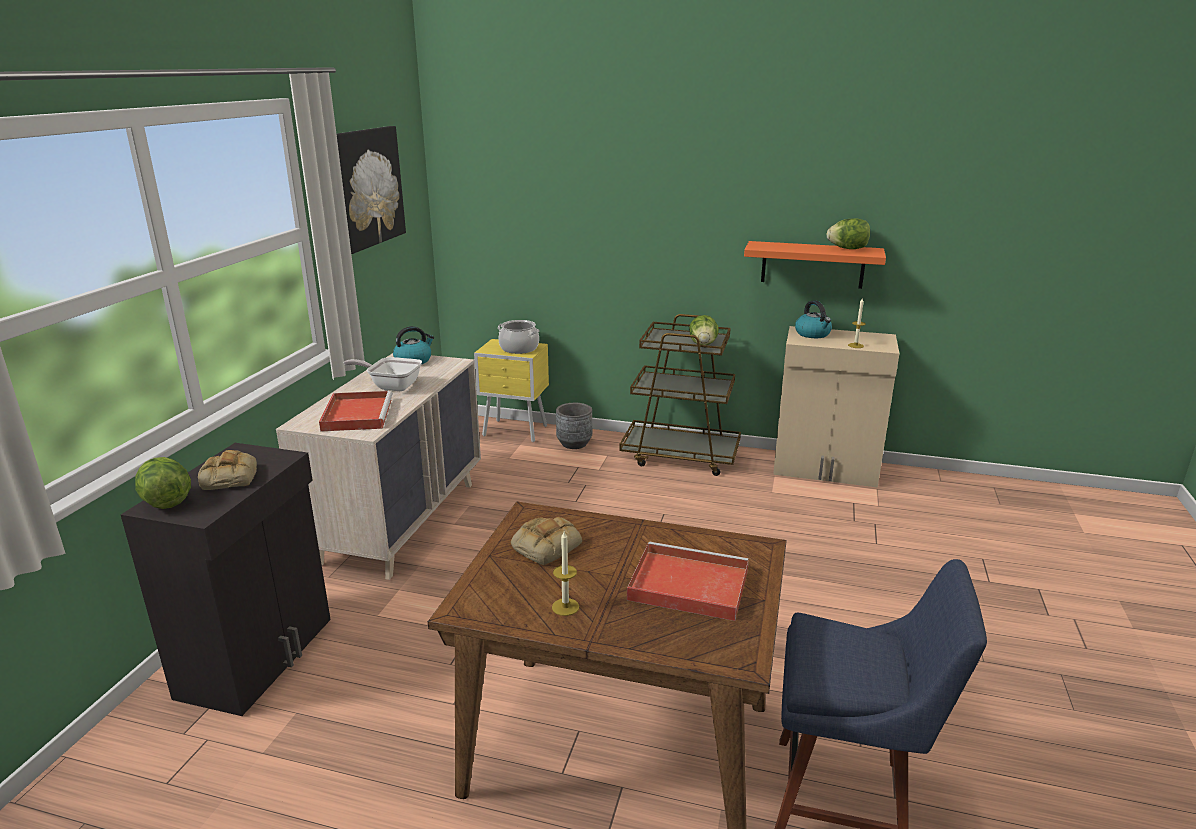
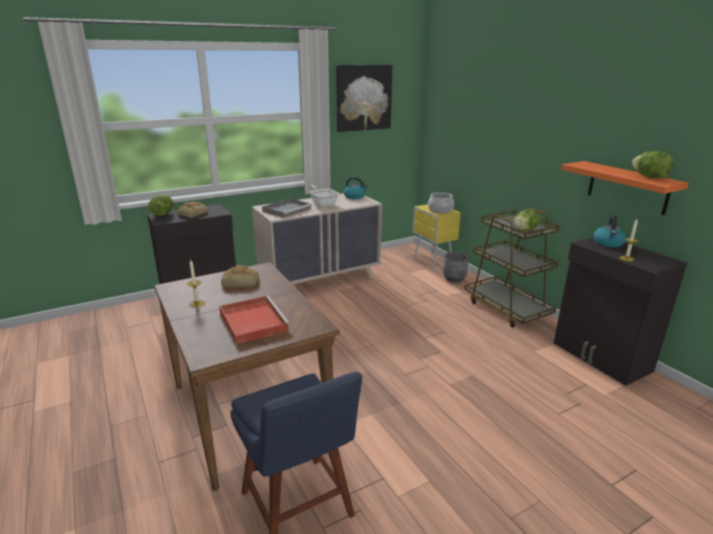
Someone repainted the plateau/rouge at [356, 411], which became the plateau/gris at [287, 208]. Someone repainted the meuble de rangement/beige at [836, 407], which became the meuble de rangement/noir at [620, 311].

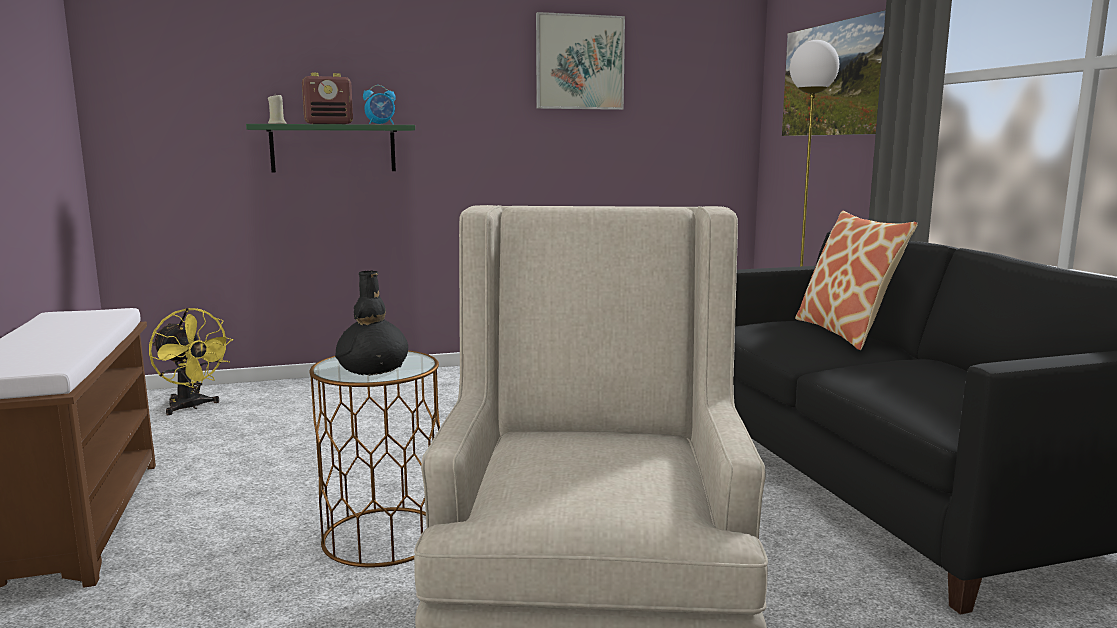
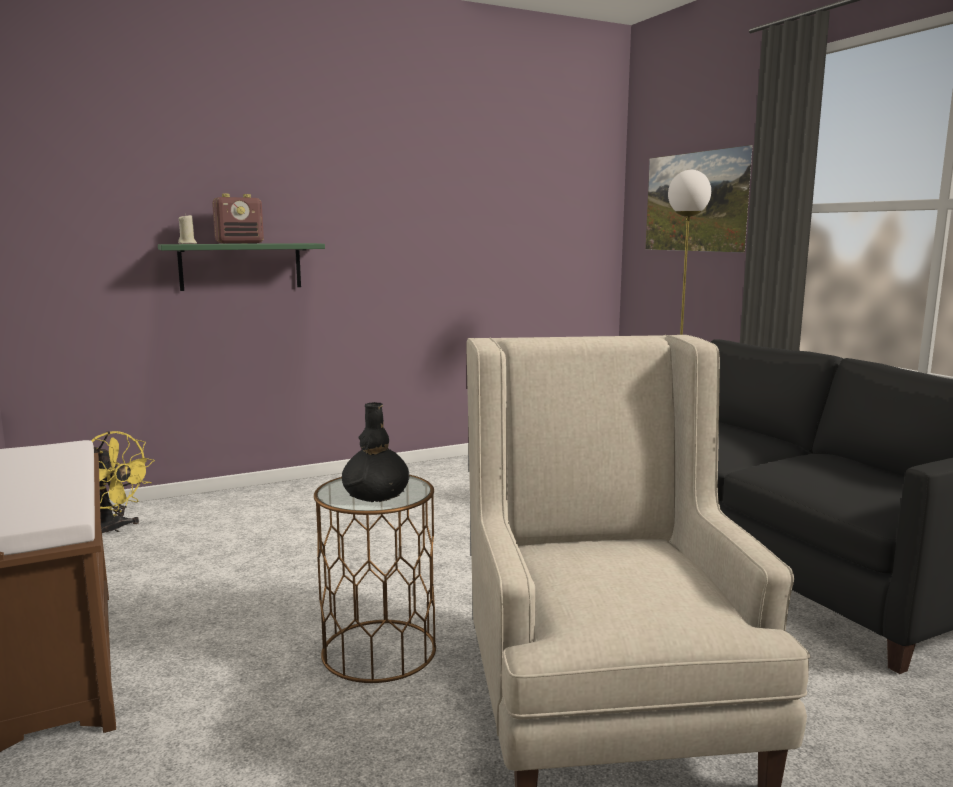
Someone took away the réveil at [379, 104]. Someone took away the tableau at [580, 61]. Someone took away the coussin at [856, 280].

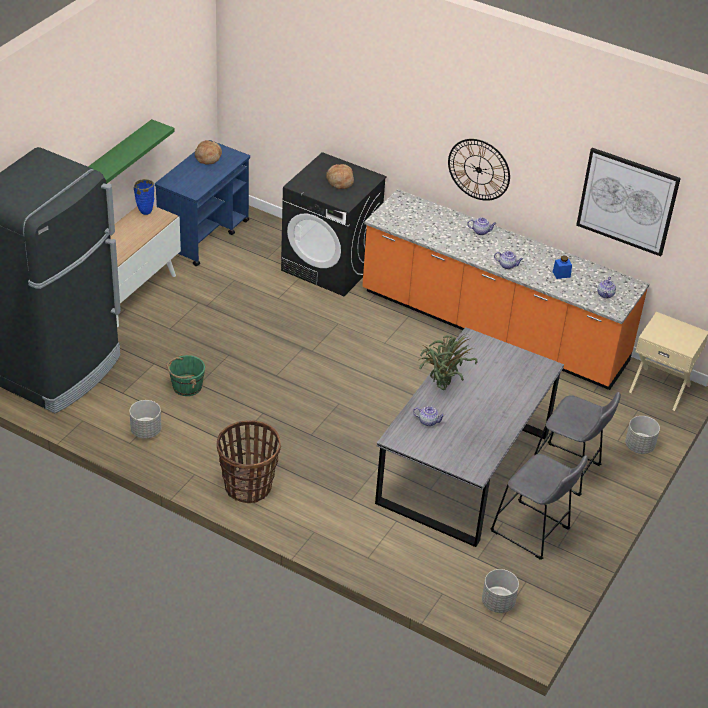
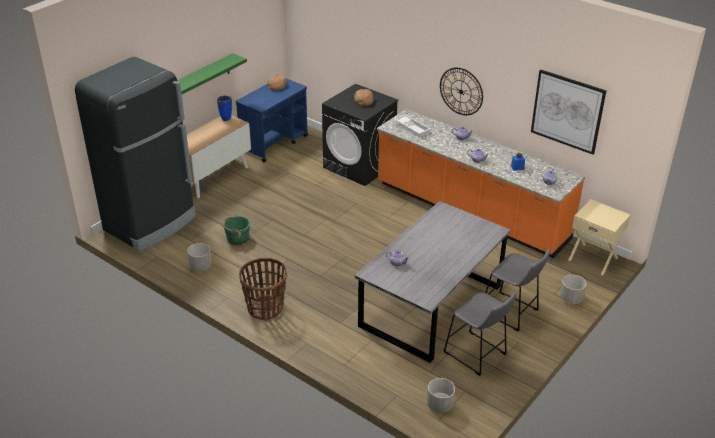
Someone put down the plateau/blanc at [412, 126]. Someone took away the plante en pot at [448, 362].

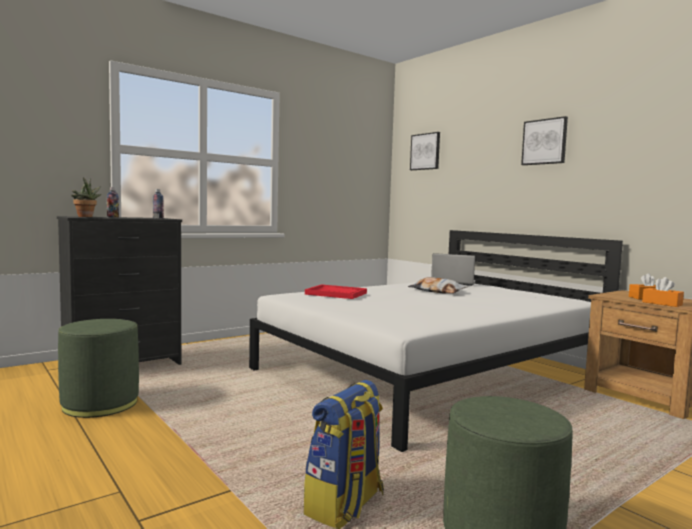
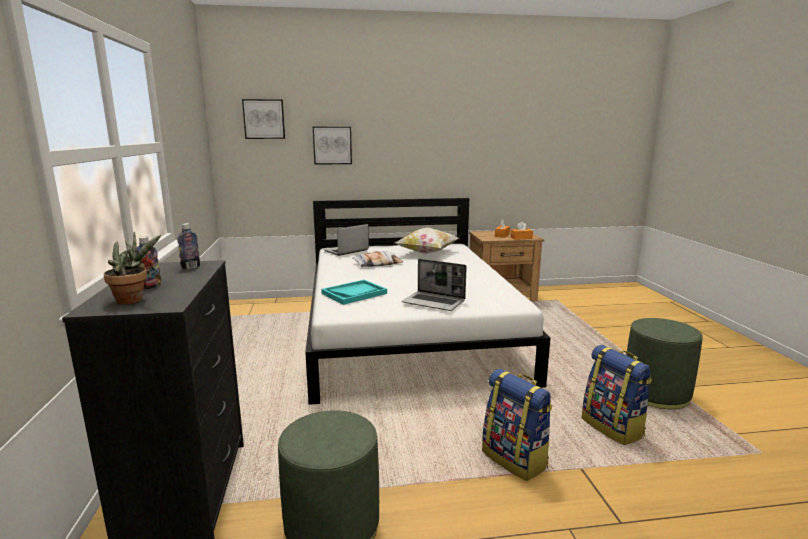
Someone carried the tableau from [544, 140] to [332, 146]. Someone repainted the plateau/rouge at [336, 291], which became the plateau/turquoise at [354, 292]. Someone put down the coussin at [427, 241]. Someone put down the ordinateur portable at [434, 285]. Someone put down the sac à dos at [517, 425].

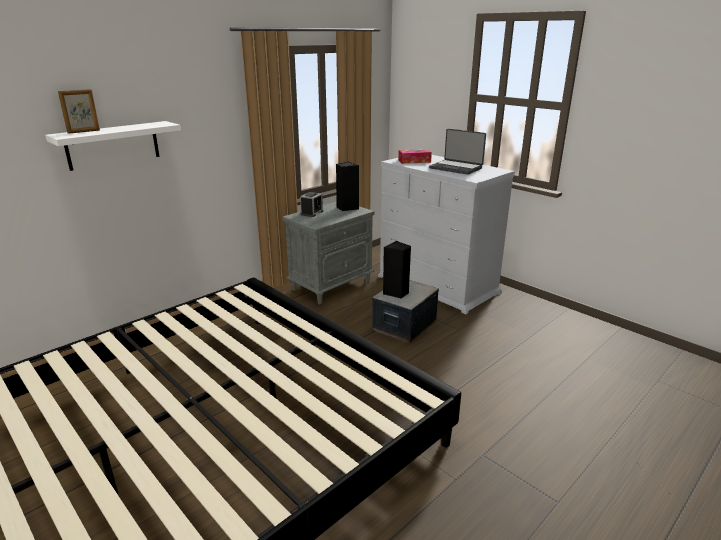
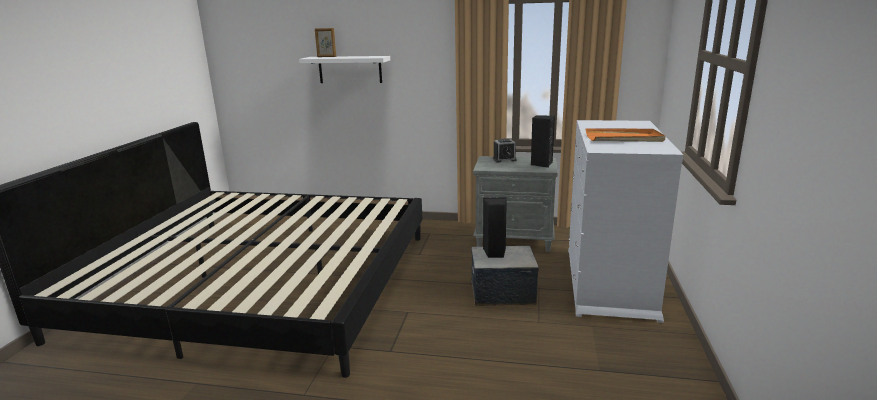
Someone swapped the ordinateur portable at [457, 152] for the plateau/orange at [626, 135]. Someone took away the boîte à mouchoirs at [415, 156].

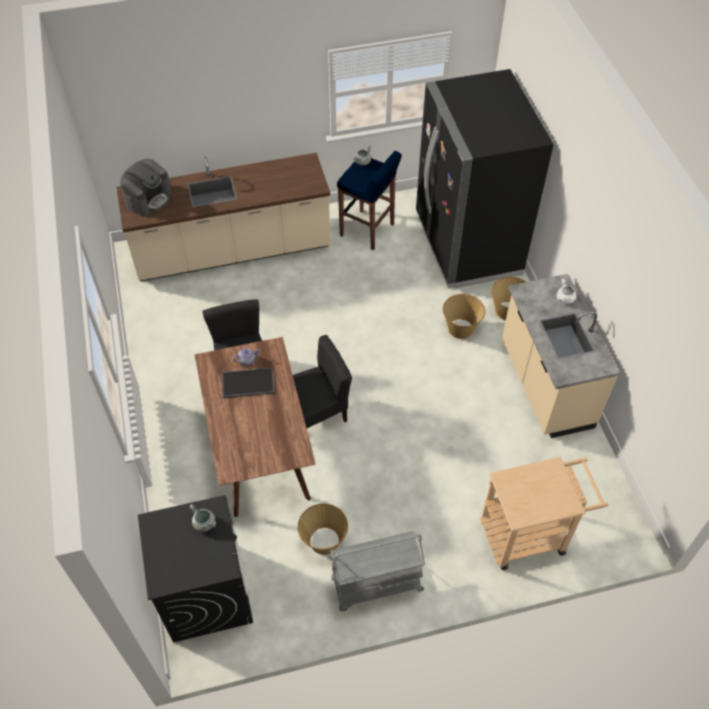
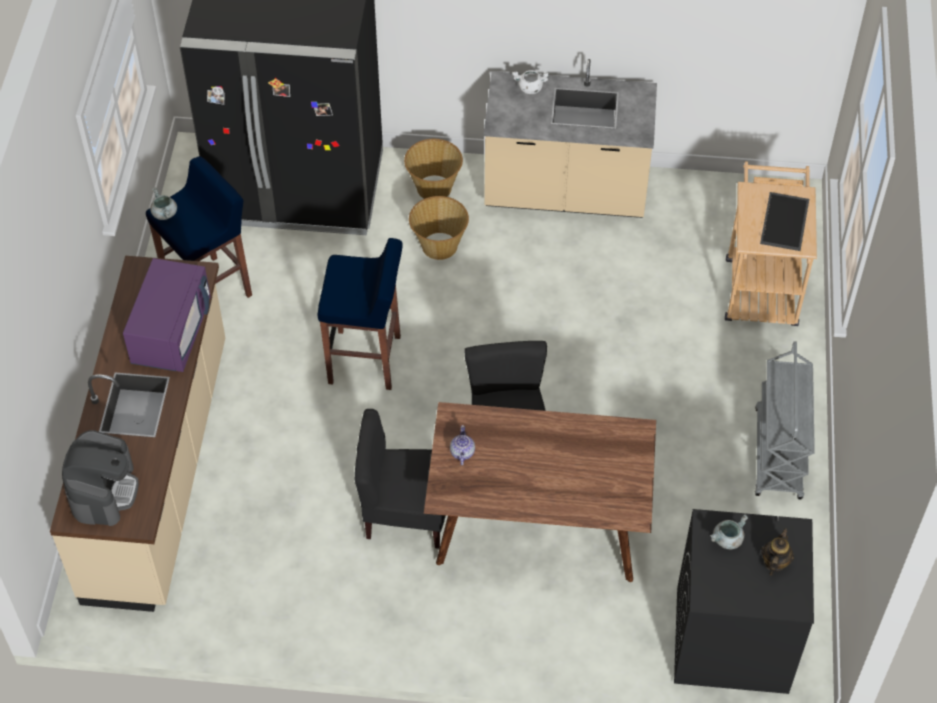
Someone rotated the machine à café at [146, 187] by 45 degrees clockwise. Someone put down the micro-ondes/violet at [167, 315]. Someone put down the tabouret/bleu at [360, 314]. Someone carried the plateau from [248, 383] to [784, 221]. Someone put down the théière at [777, 552]. Someone took away the panier at [323, 529].

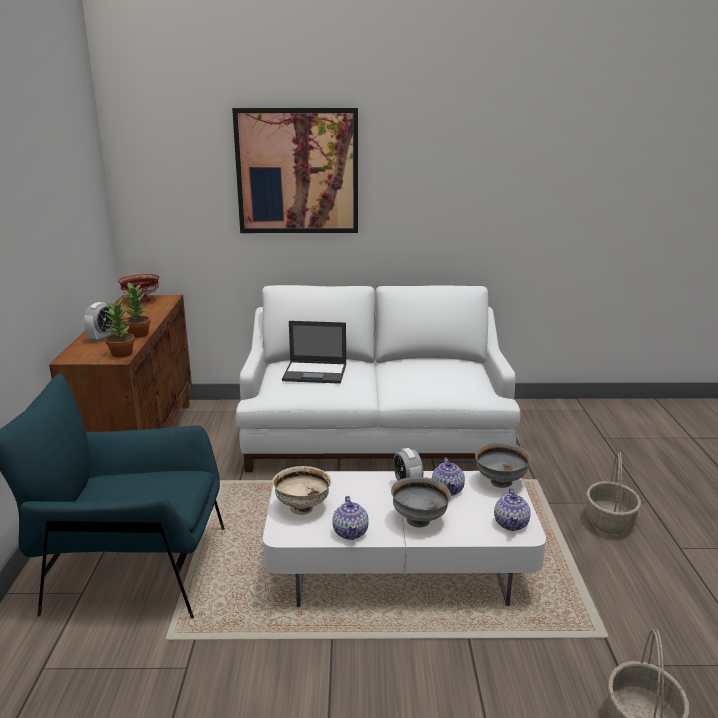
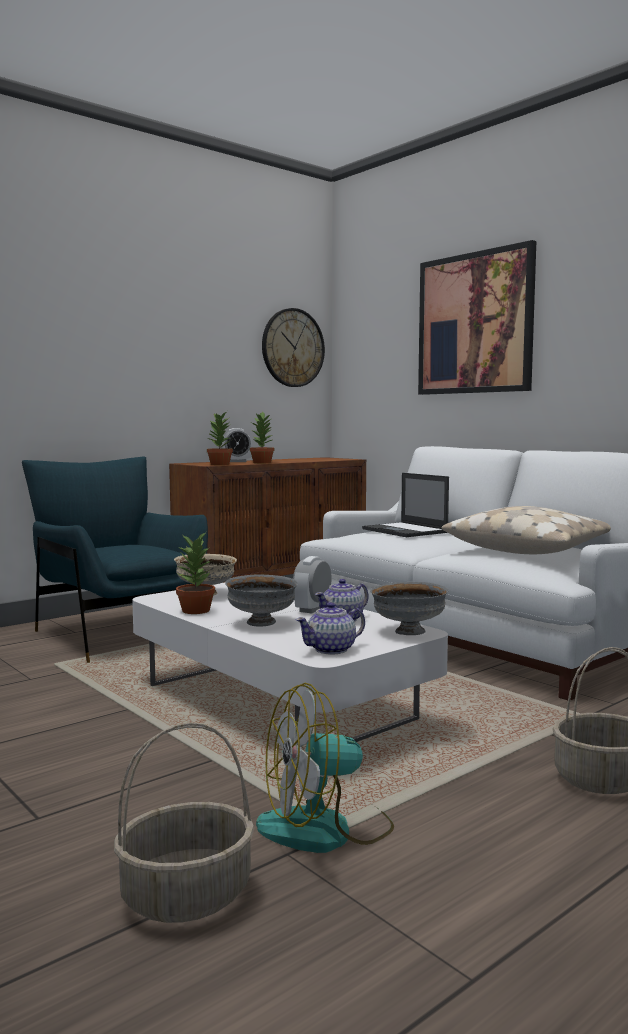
Someone swapped the théière at [350, 518] for the plante en pot at [195, 573]. Someone put down the ventilateur at [325, 768]. Someone put up the horloge murale at [293, 347]. Someone put down the coussin/beige at [526, 530]. Someone took away the bol/rouge at [138, 288].

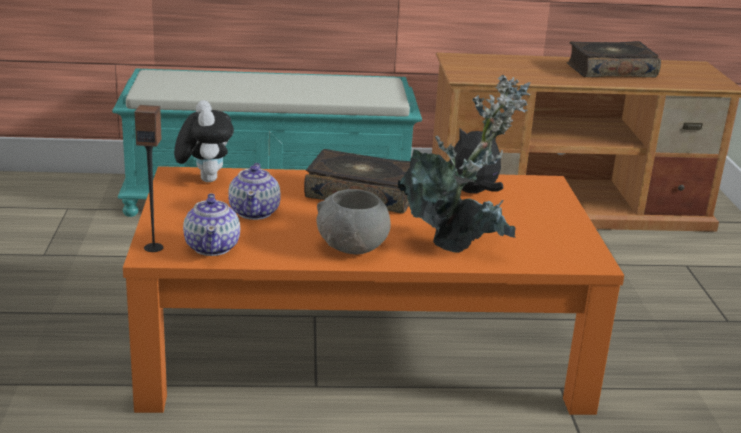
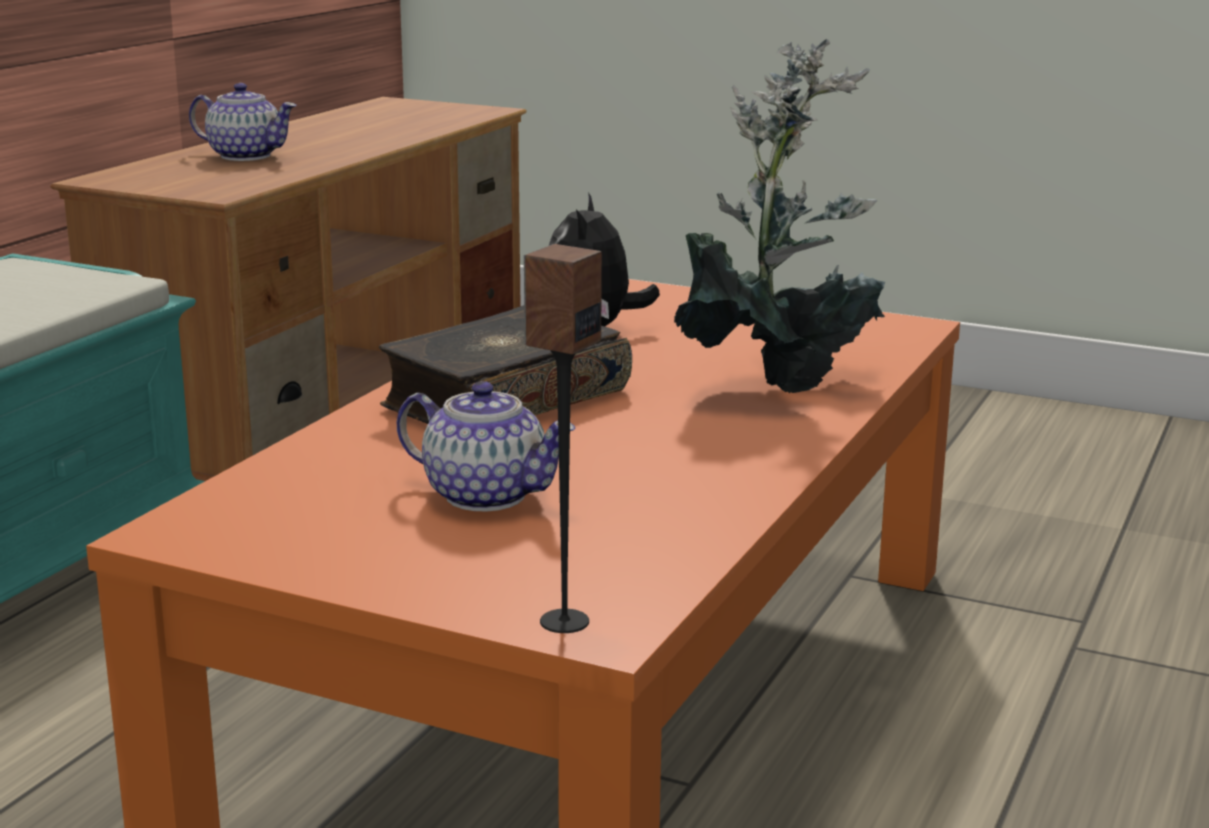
Someone carried the théière from [211, 224] to [243, 122]. Someone took away the peluche at [204, 141]. Someone took away the bol/gris at [353, 221]. Someone took away the livre at [613, 59].

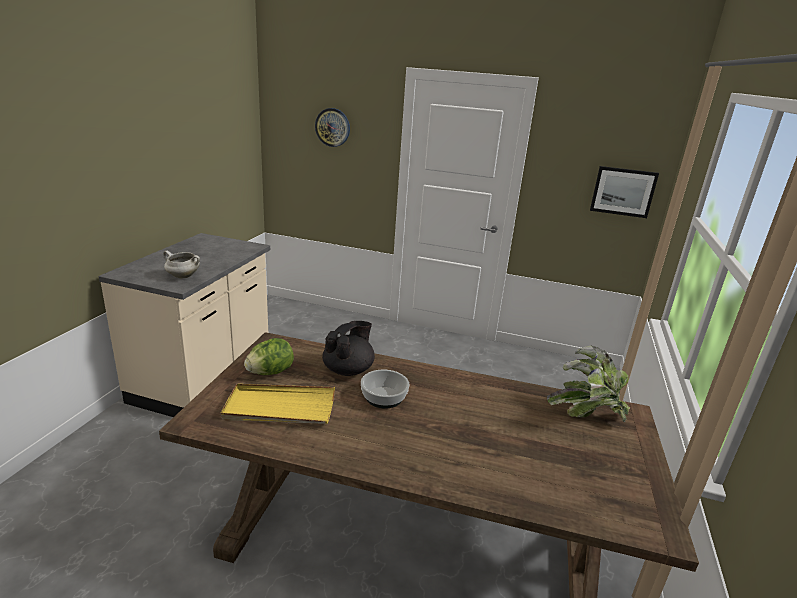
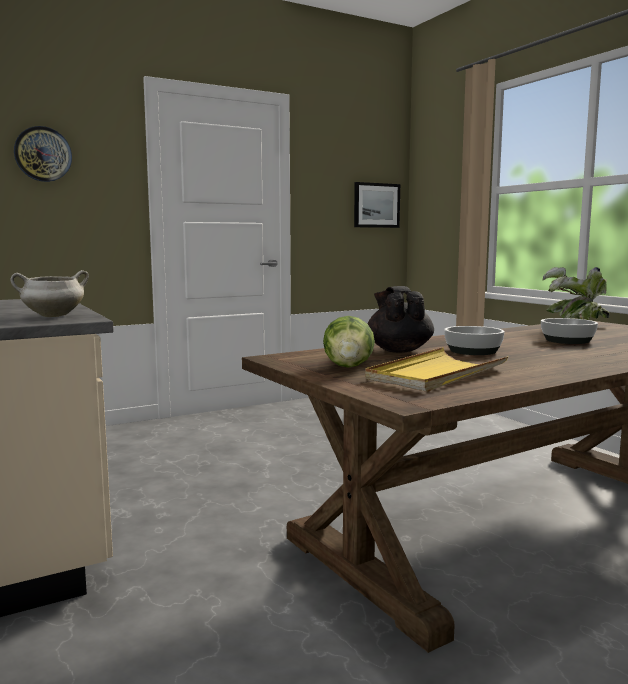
Someone put down the bol at [569, 331].

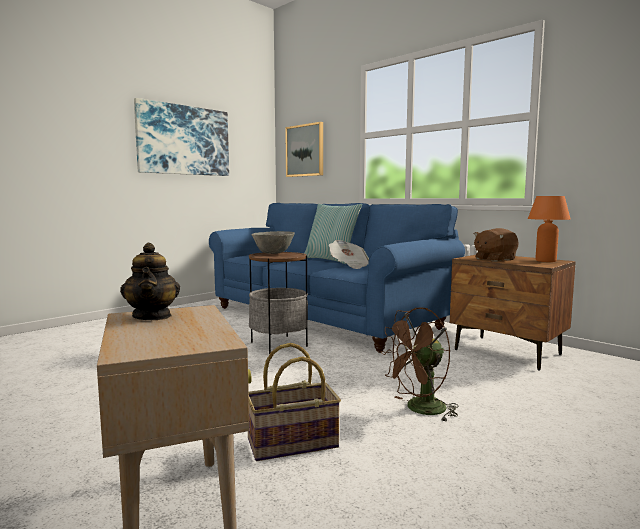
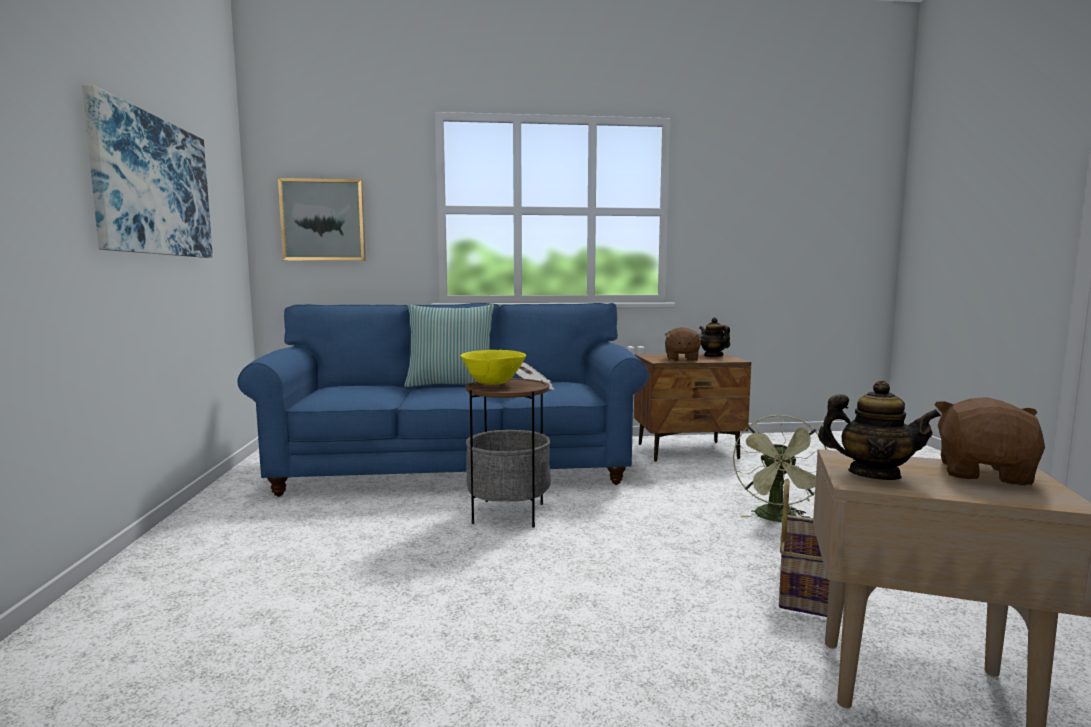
Someone repainted the bol/gris at [273, 242], which became the bol/jaune at [493, 367]. Someone swapped the lampe de table/orange at [549, 229] for the théière at [714, 337]. Someone repainted the ventilateur/marron at [419, 364], which became the ventilateur/vert at [780, 468]. Someone put down the peluche/marron at [989, 441].

